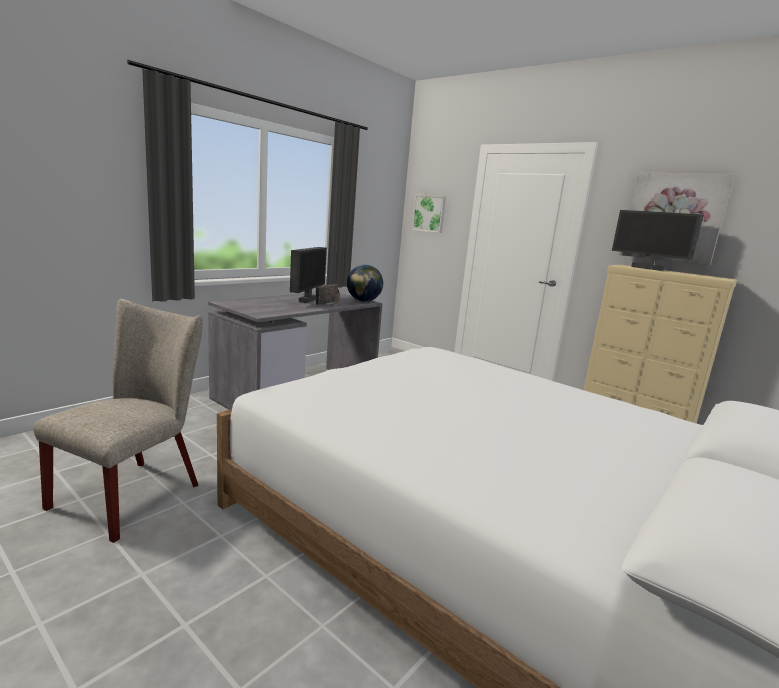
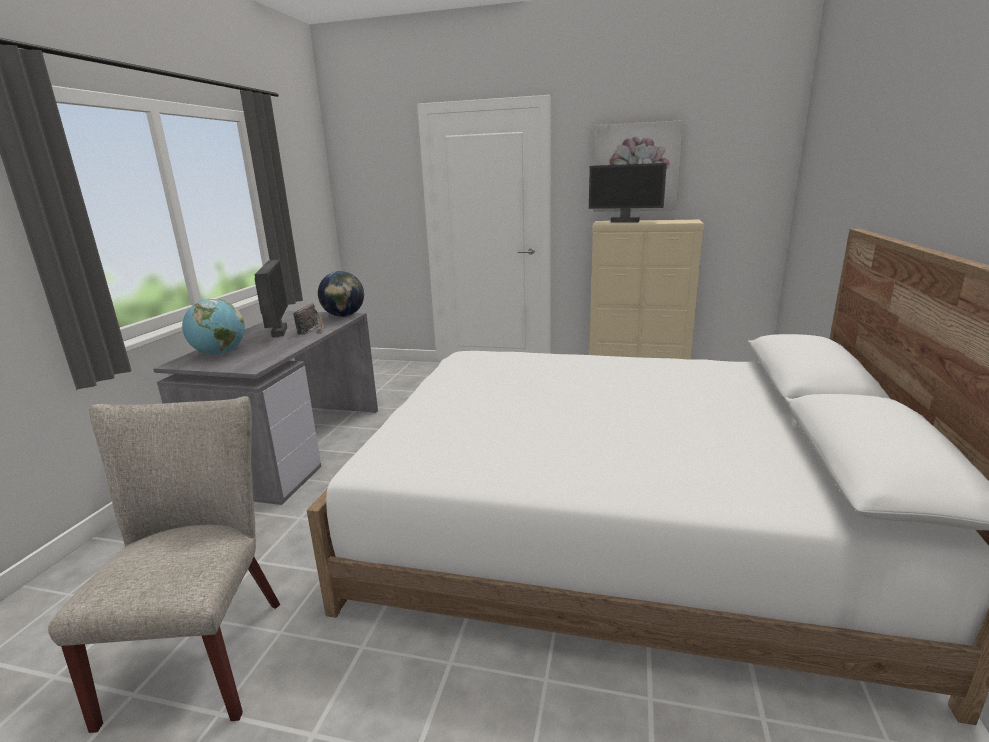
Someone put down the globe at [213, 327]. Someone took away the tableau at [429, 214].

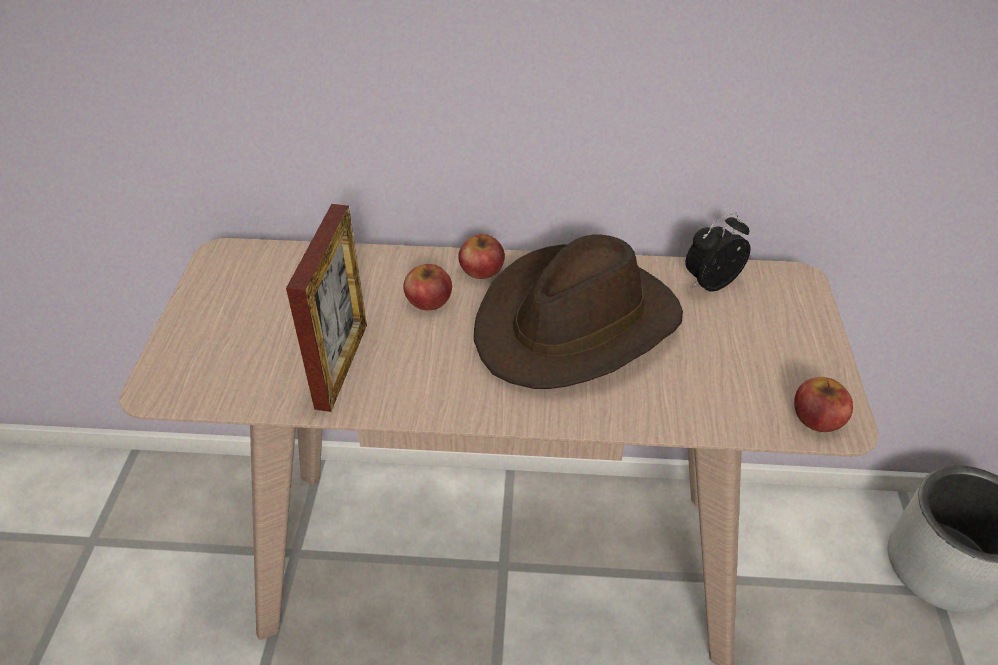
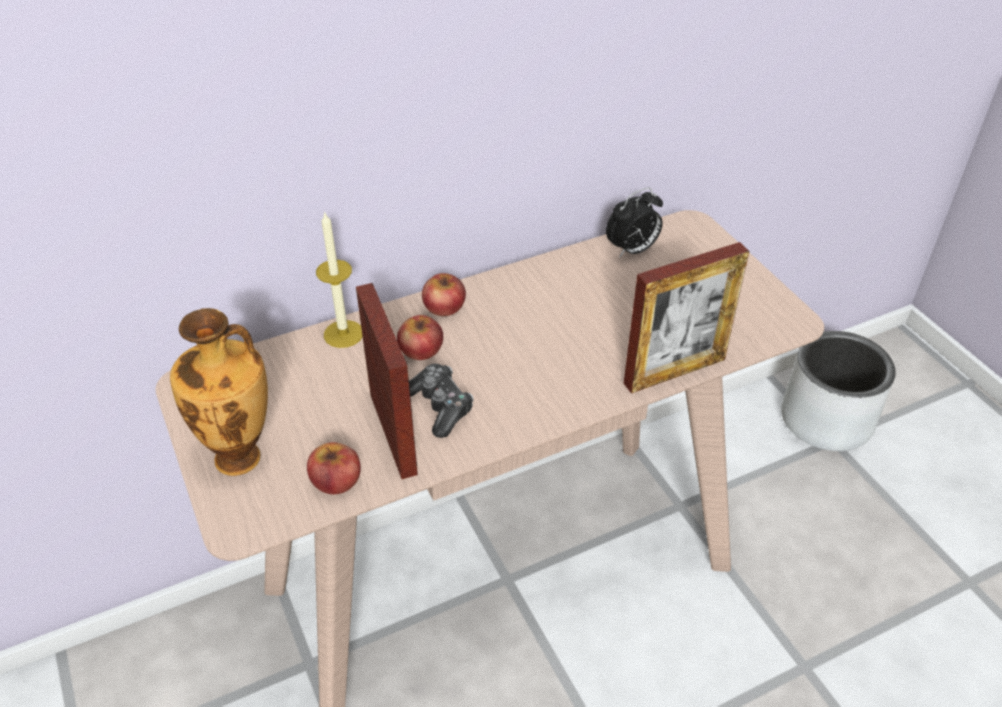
Someone put down the vase at [219, 392]. Someone carried the pomme from [823, 404] to [334, 468]. Someone put down the bougie at [339, 280]. Someone put down the manette at [441, 401]. Someone rotated the réveil at [717, 252] by 150 degrees counterclockwise. Someone put down the cadre photo at [686, 317]. Someone took away the chapeau/marron at [578, 312].

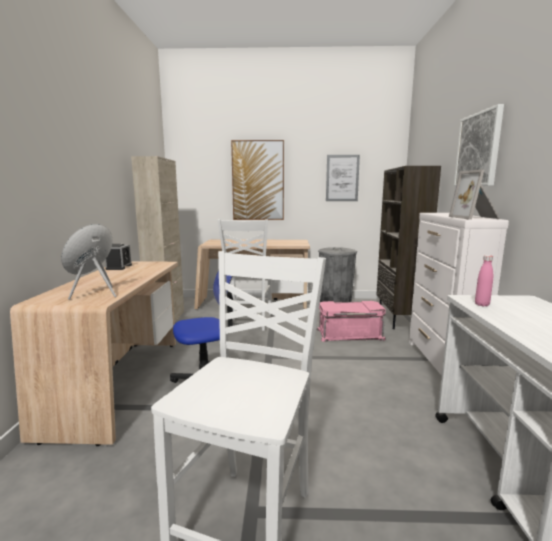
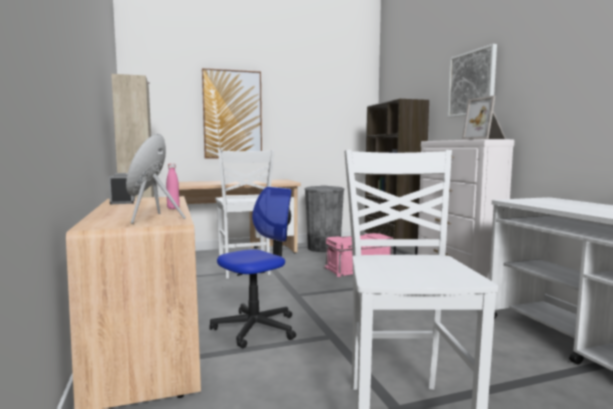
Someone carried the bouteille/rose from [484, 280] to [173, 186]. Someone took away the tableau at [343, 178].

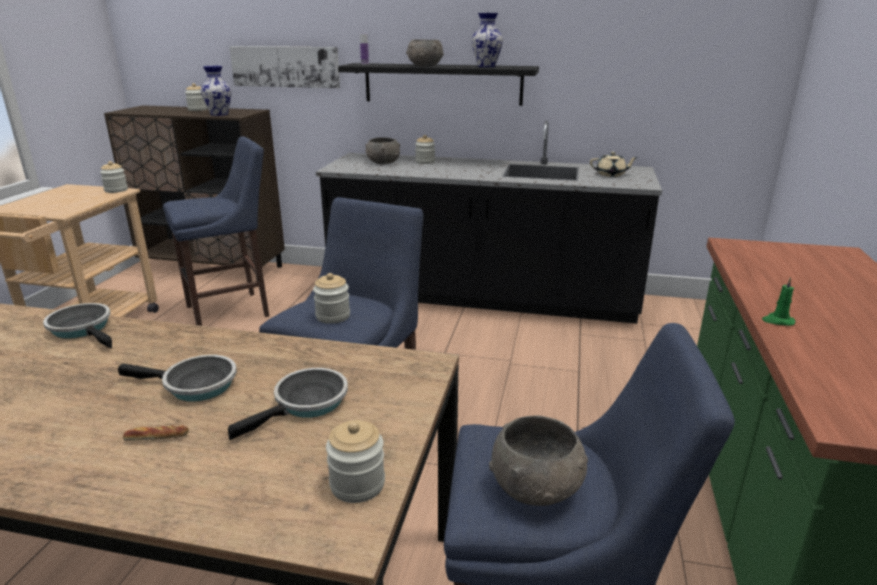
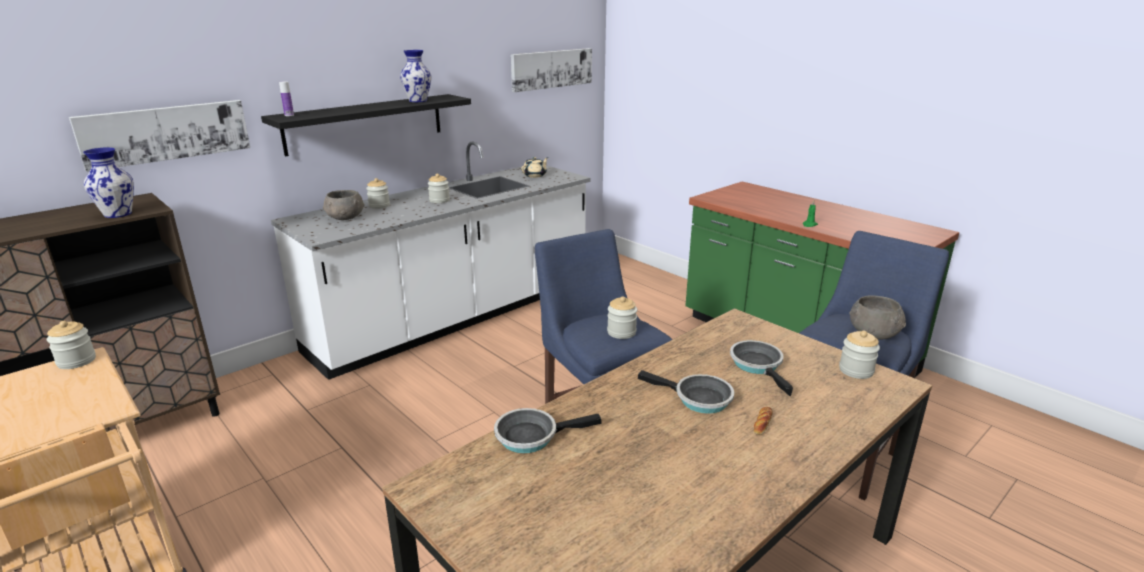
Someone repainted the comptoir de cuisine/noir at [489, 222], which became the comptoir de cuisine/blanc at [431, 261]. Someone carried the bocal from [196, 97] to [439, 188]. Someone put up the tableau at [551, 70]. Someone rotated the poêle at [177, 378] by 75 degrees clockwise. Someone took away the tabouret/bleu at [216, 231]. Someone took away the bol/gris at [425, 52].

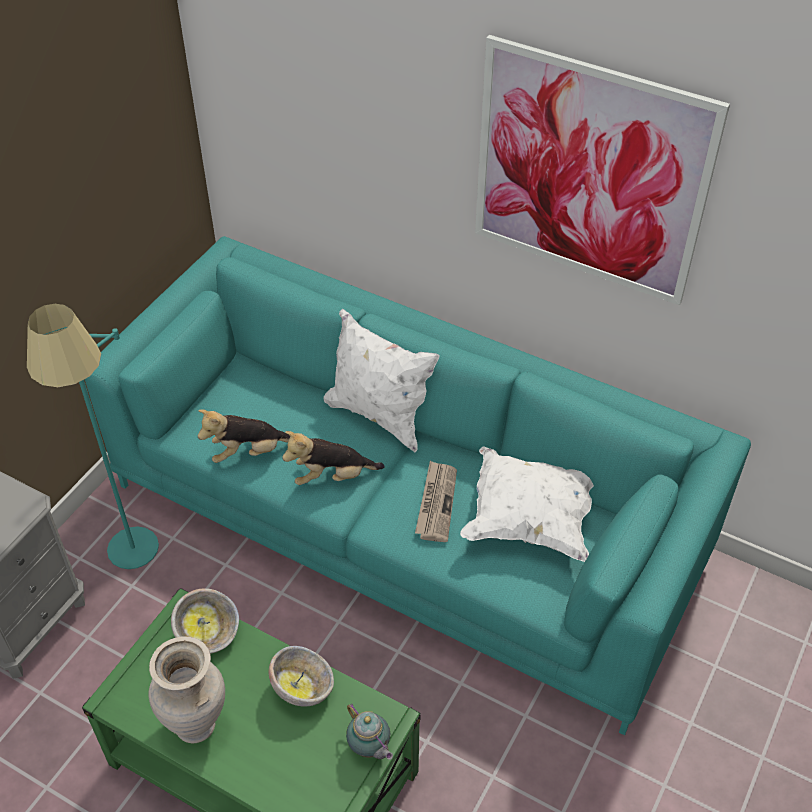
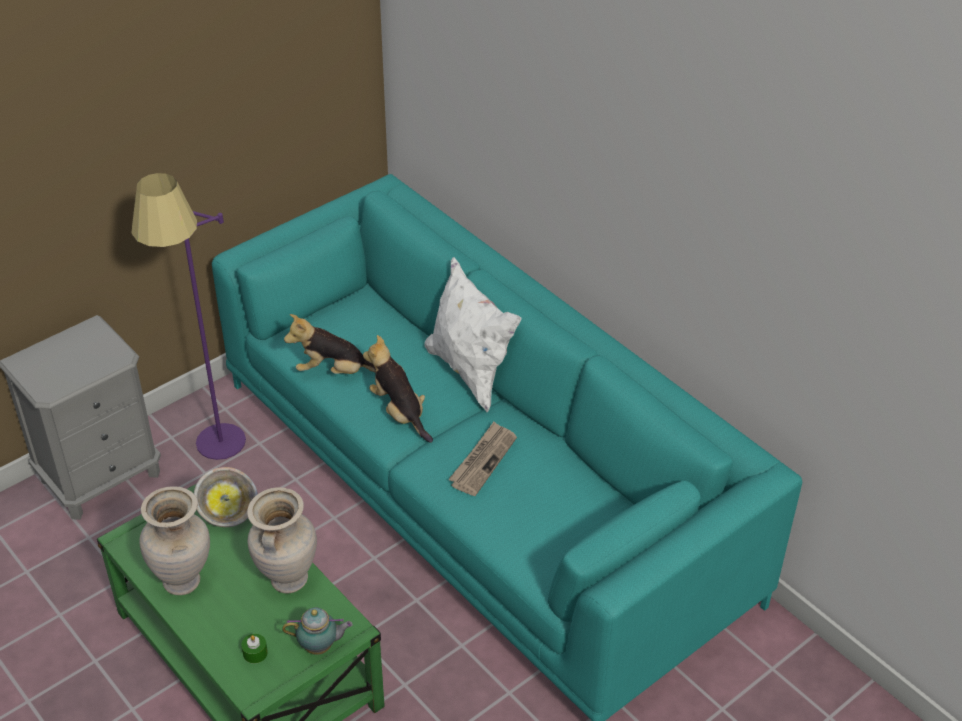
Someone repainted the lampadaire/turquoise at [93, 436], which became the lampadaire/violet at [188, 316]. Someone put down the bougie/vert at [254, 649]. Someone swapped the bol at [301, 676] for the vase/beige at [282, 540]. Someone rotated the théière at [369, 732] by 75 degrees counterclockwise. Someone rotated the peluche at [333, 458] by 45 degrees clockwise. Someone took away the coussin/blanc at [527, 504]. Someone took away the tableau at [602, 170].

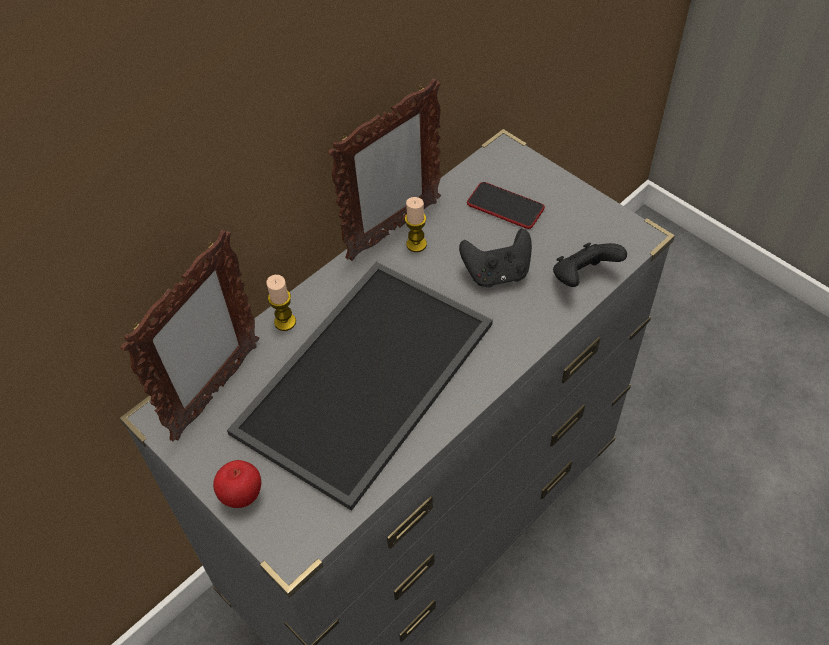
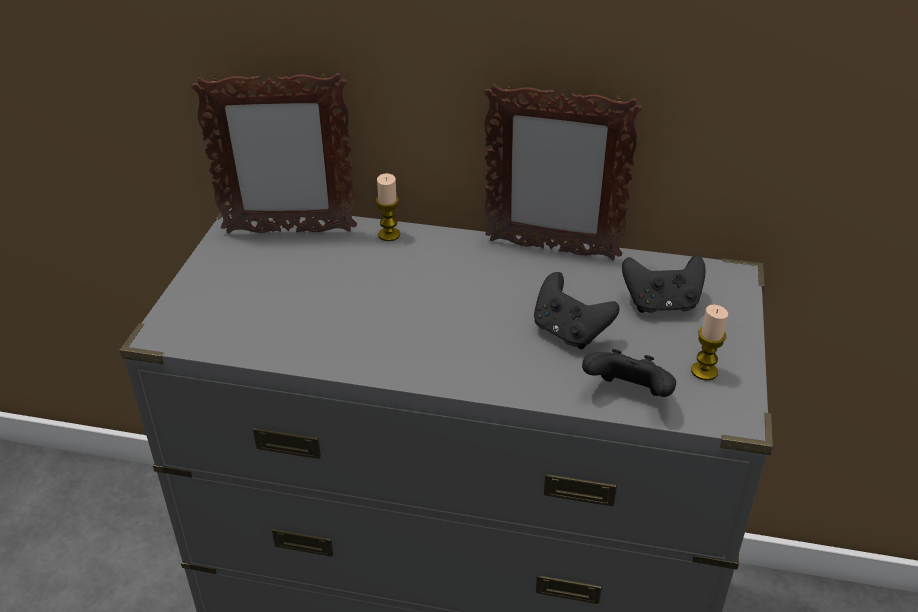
Someone swapped the téléphone at [506, 205] for the manette/noir at [664, 284]. Someone carried the bougie from [416, 224] to [709, 343]. Someone took away the pomme at [237, 484]. Someone took away the plateau at [360, 386].

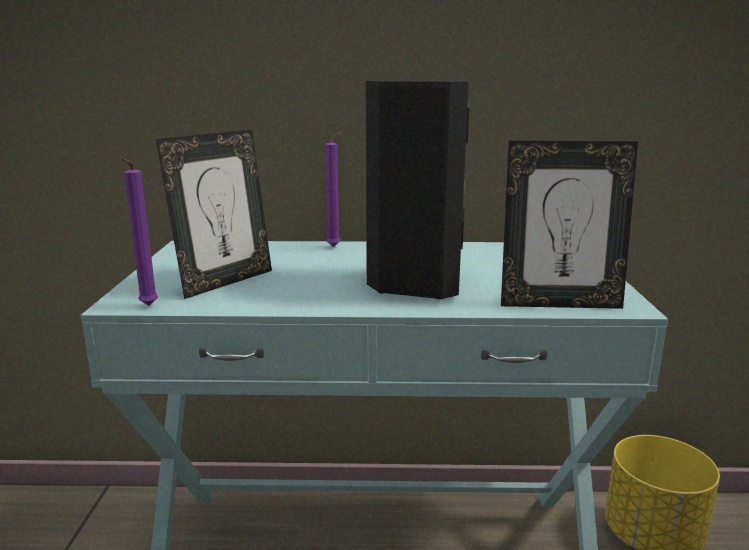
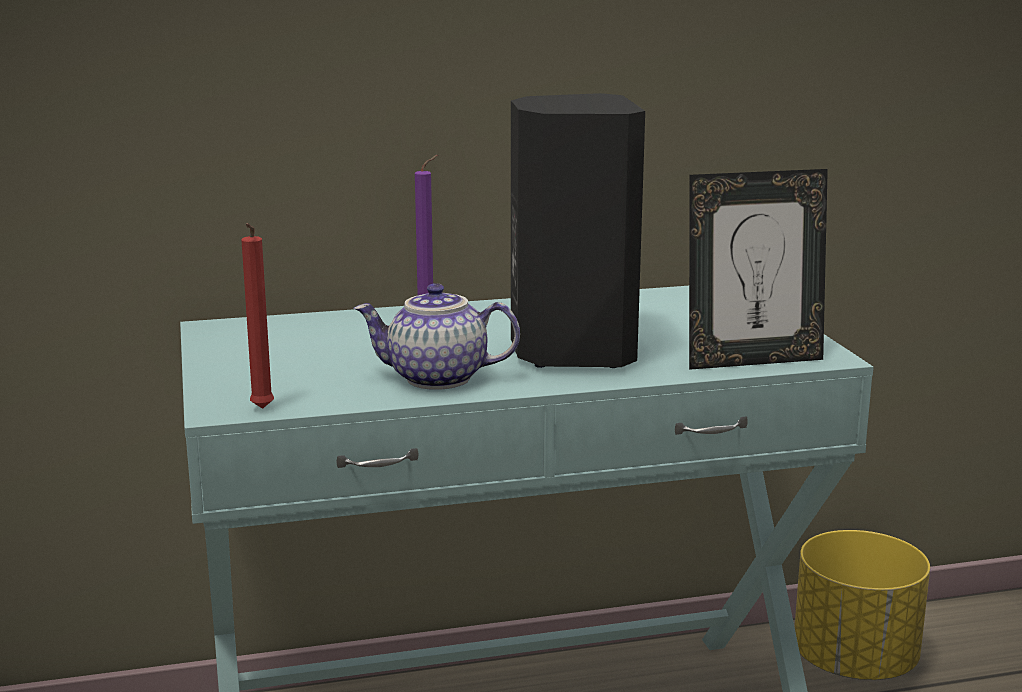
Someone repainted the bougie/violet at [139, 231], which became the bougie/rouge at [257, 316]. Someone put down the théière at [436, 336]. Someone took away the cadre photo at [214, 214].

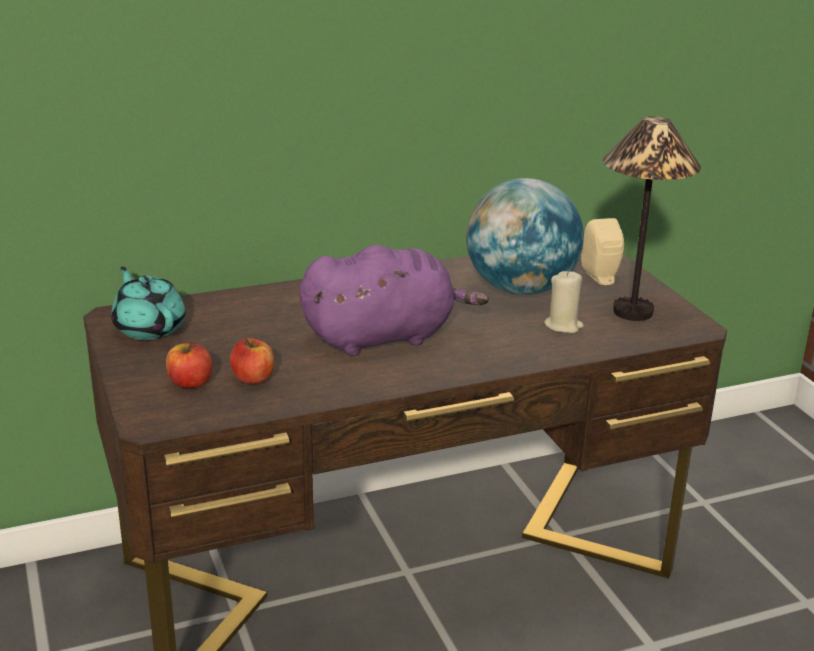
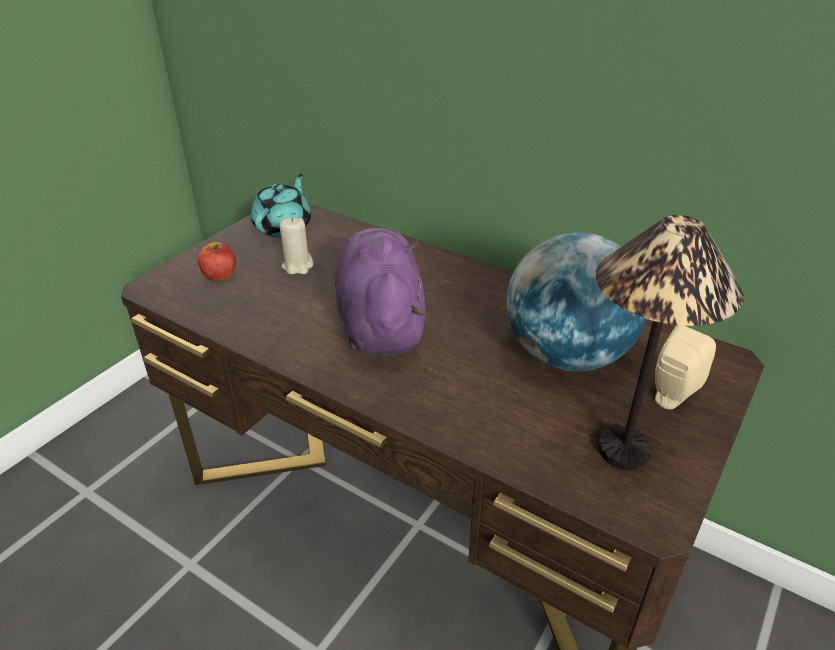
Someone carried the bougie/beige from [564, 302] to [296, 245]. Someone rotated the peluche/violet at [394, 300] by 135 degrees counterclockwise. Someone took away the pomme at [252, 361].

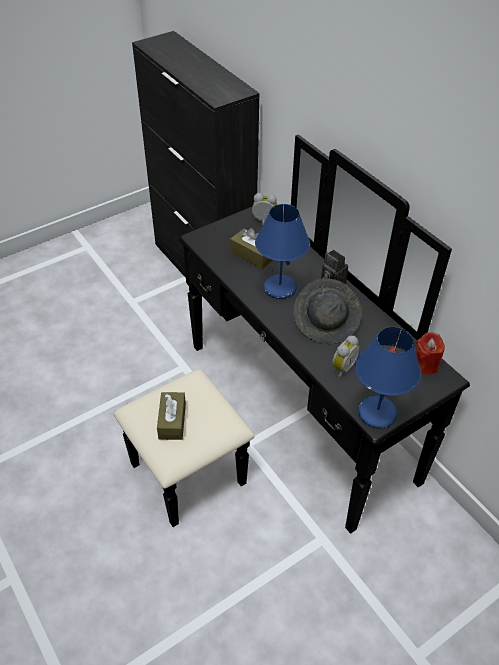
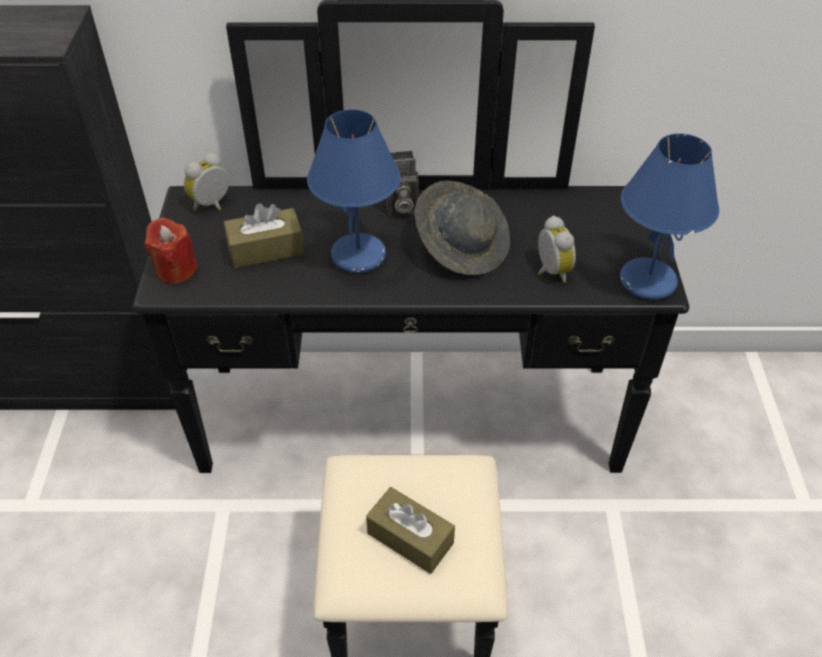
Someone carried the bougie/rouge from [430, 353] to [171, 250].

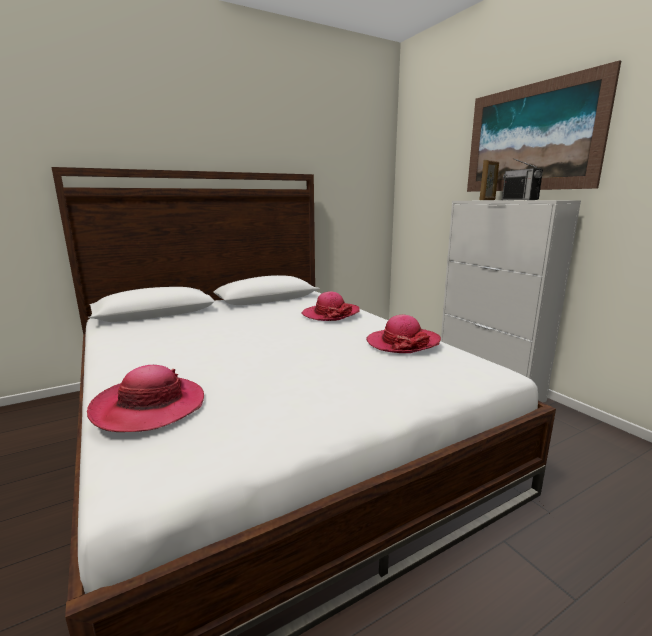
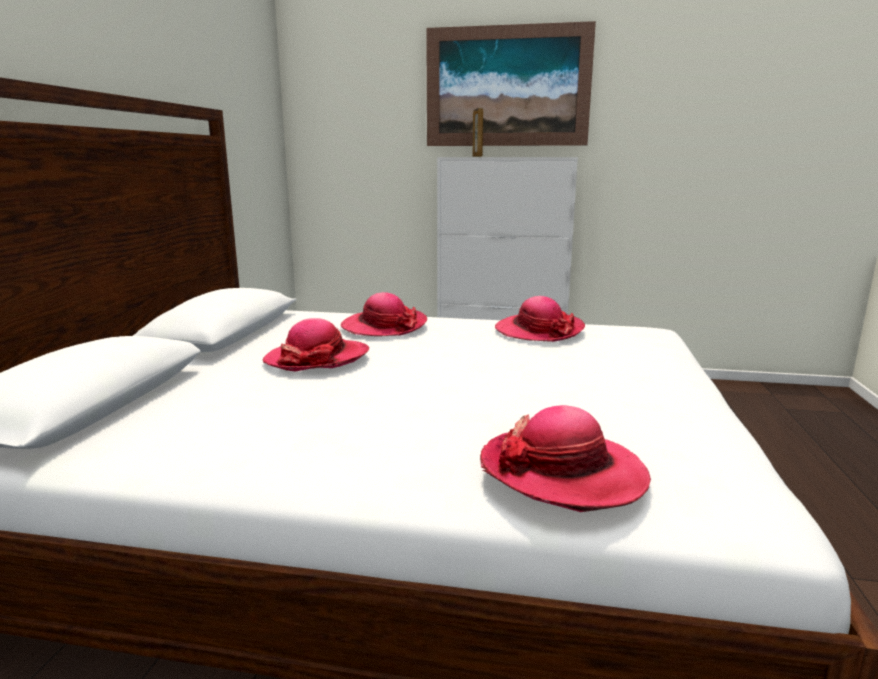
Someone put down the chapeau at [316, 344]. Someone took away the radio at [522, 179].

